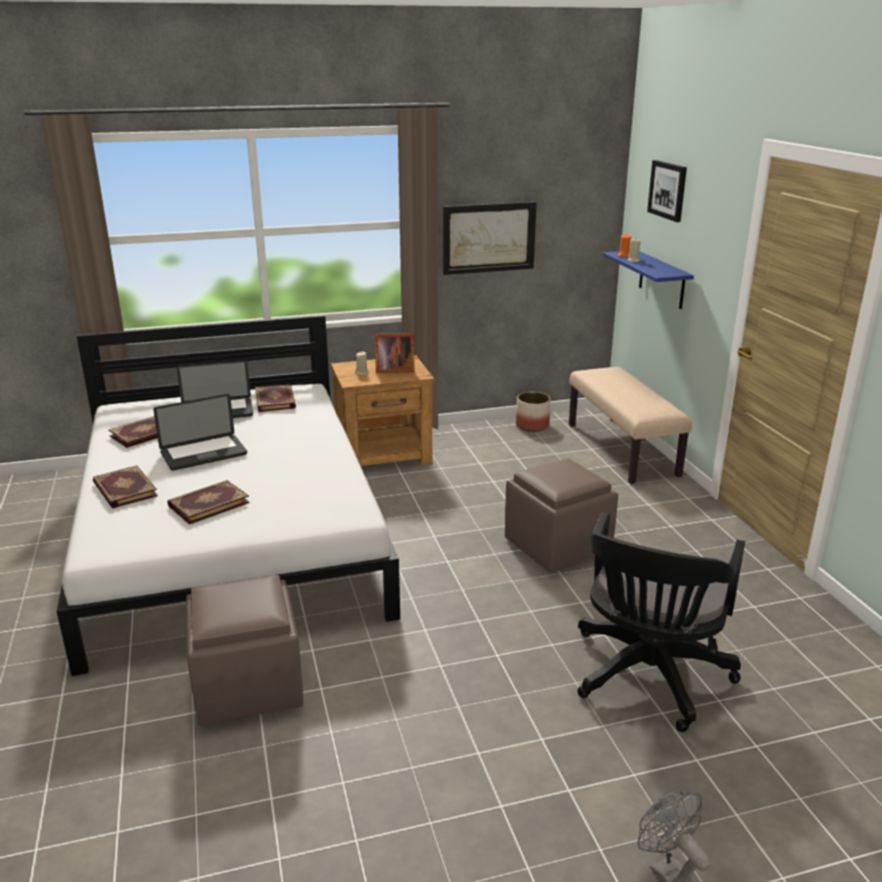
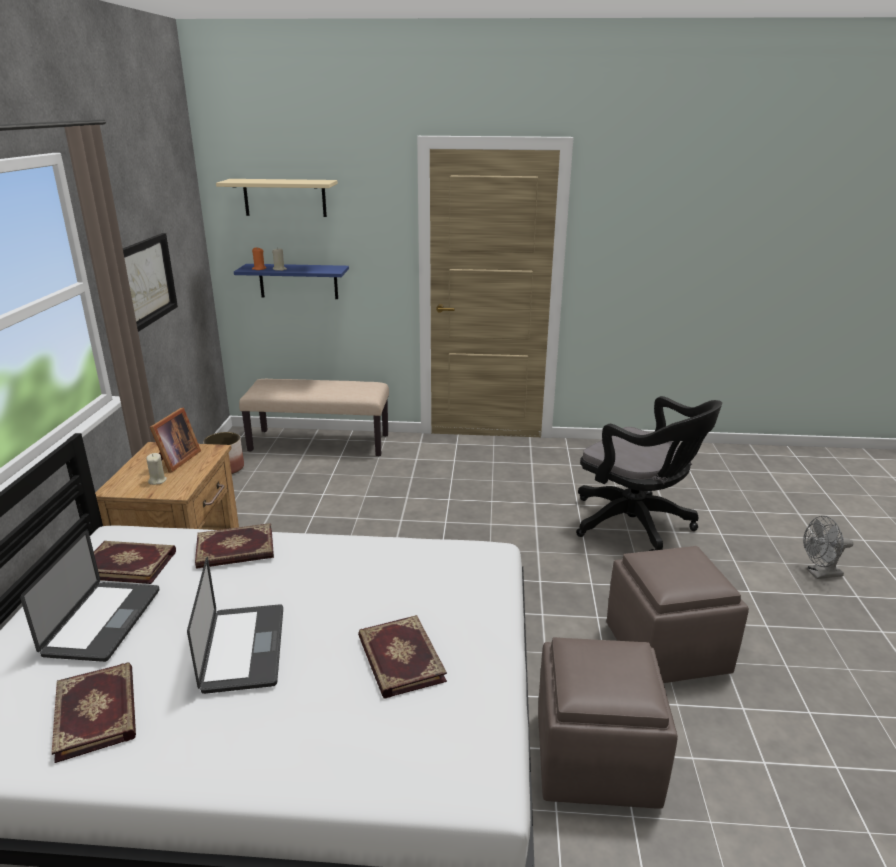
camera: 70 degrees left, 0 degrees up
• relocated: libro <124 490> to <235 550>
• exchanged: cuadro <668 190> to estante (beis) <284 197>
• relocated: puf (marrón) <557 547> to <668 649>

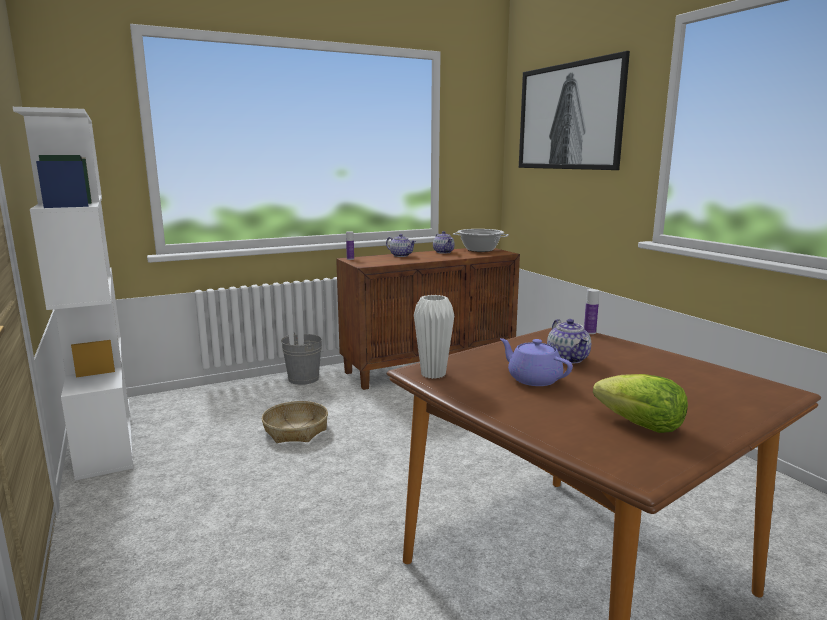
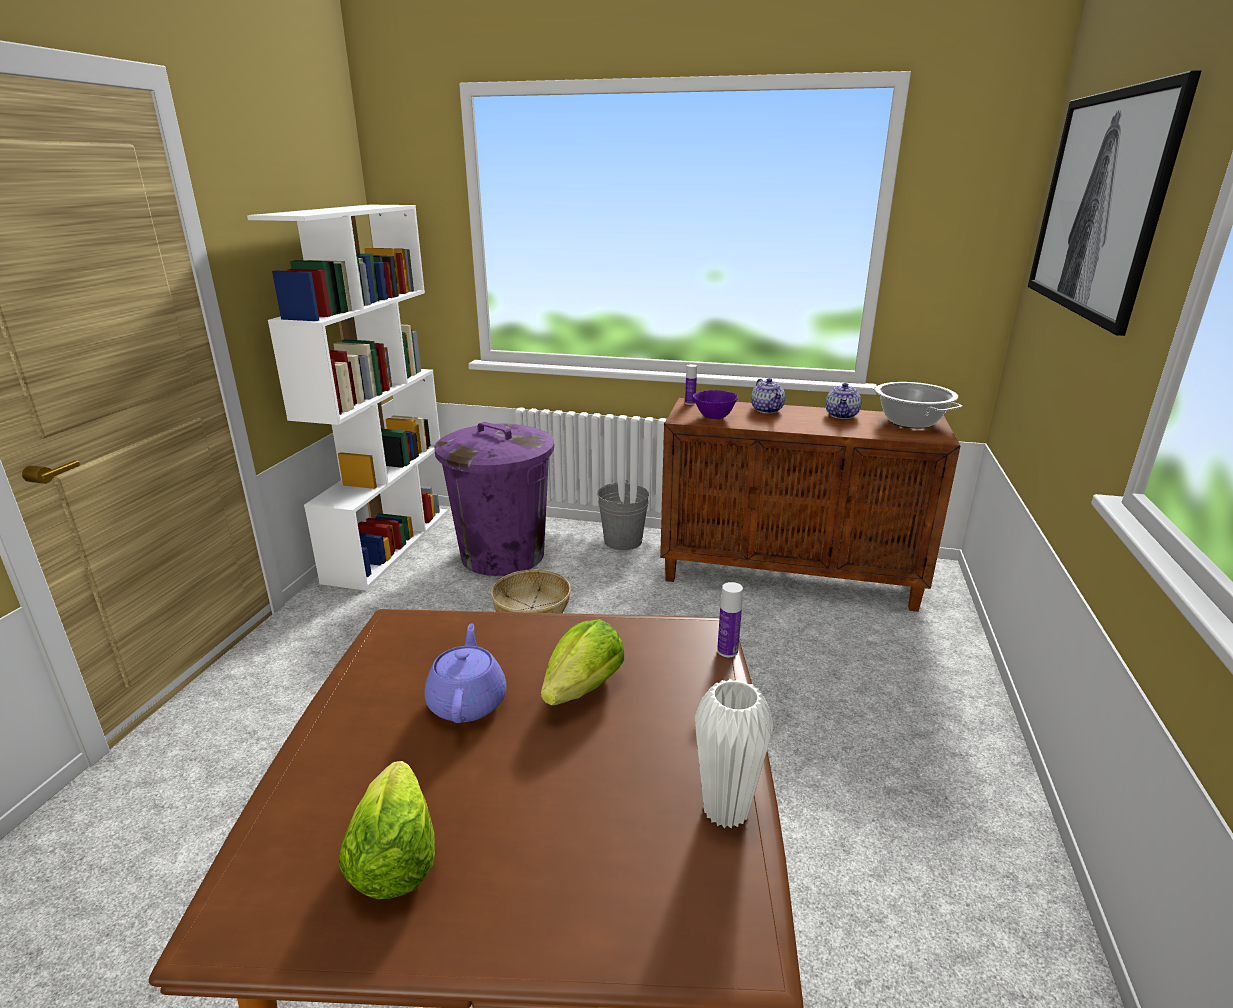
camera: 40 degrees right, 10 degrees up
• appeared: papelera (morado) <503 554>
• exchanged: tetera <568 359> to lechuga <584 688>
• appeared: cuenco (morado) <713 417>
• relocated: florero (blanco) <433 374> to <726 810>

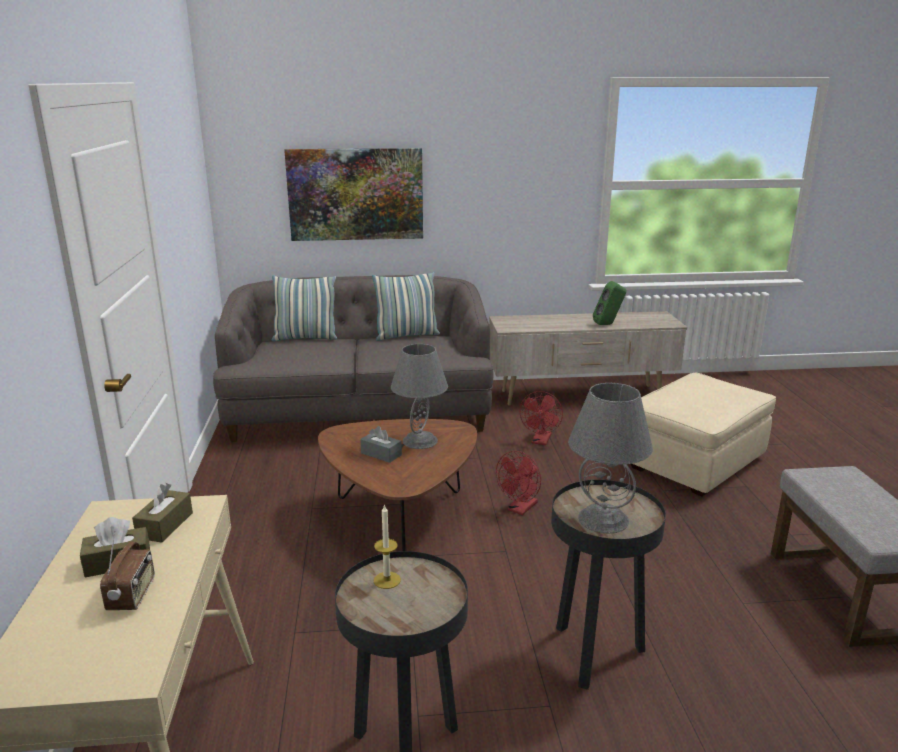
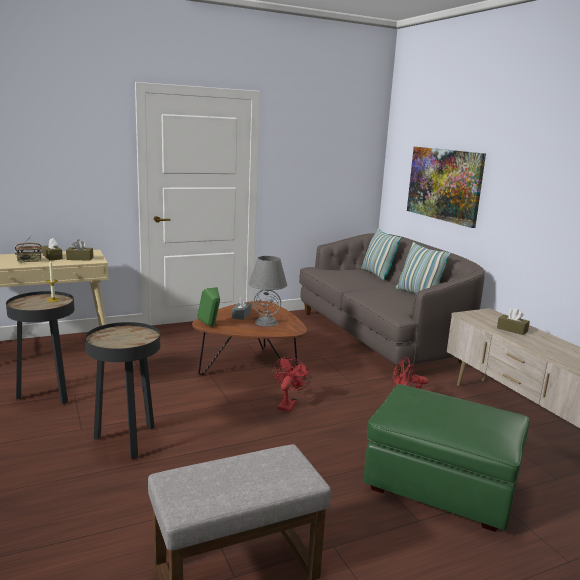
camera: 70 degrees right, 5 degrees down
• relocated: altavoz (verde) <608 324> to <210 326>
• spun: ventilador (rojo) <520 509> = <288 404> 90 degrees clockwise
• colour: puf (beis) <694 463> to puf (verde) <441 486>
• appeared: caja de pañuelos (marrón) <512 330>
• missing: lámpara de mesa (gris) <604 519>

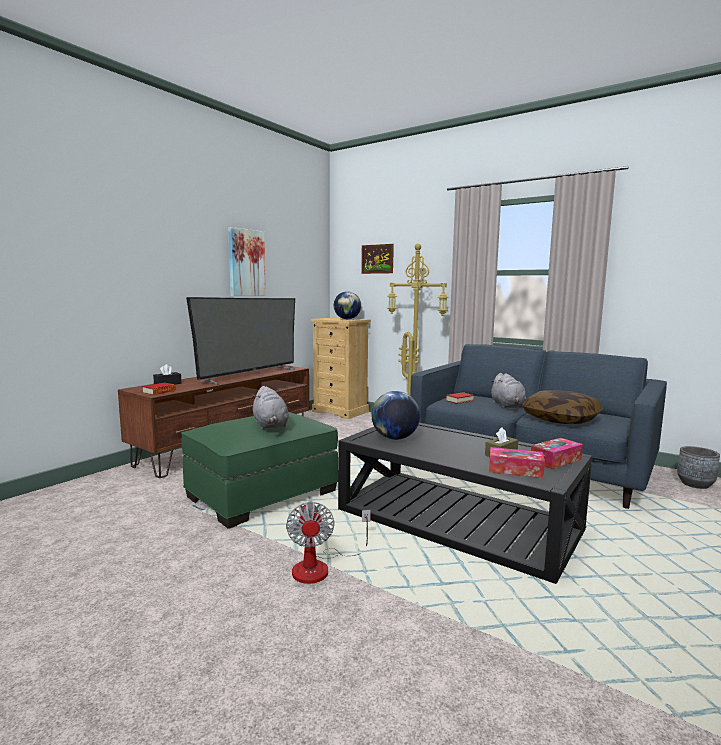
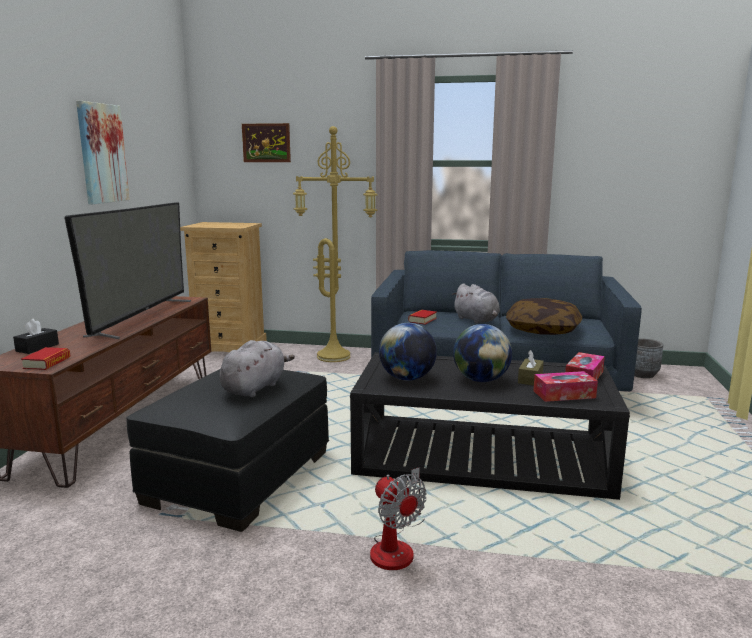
camera: 25 degrees left, 5 degrees up
• colour: puf (verde) <263 493> to puf (negro) <240 476>
• spun: peluche (gris) <270 425> = <255 387> 105 degrees counterclockwise
• relocated: globo terráqueo <347 319> to <481 380>

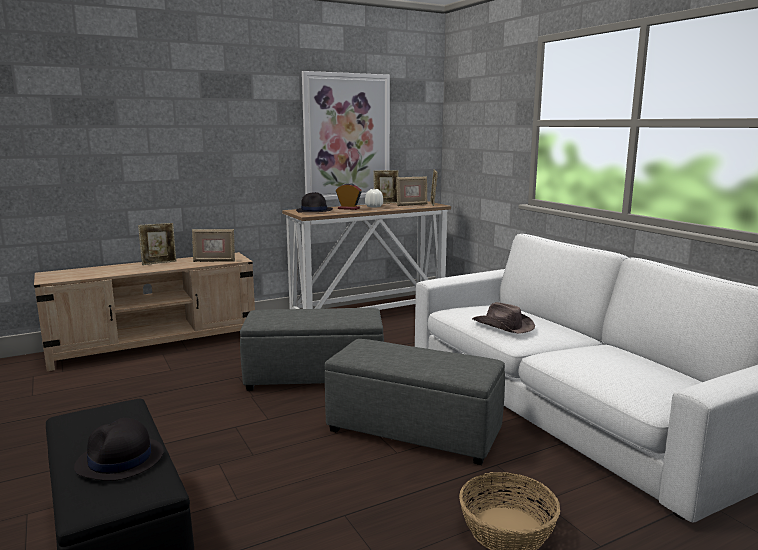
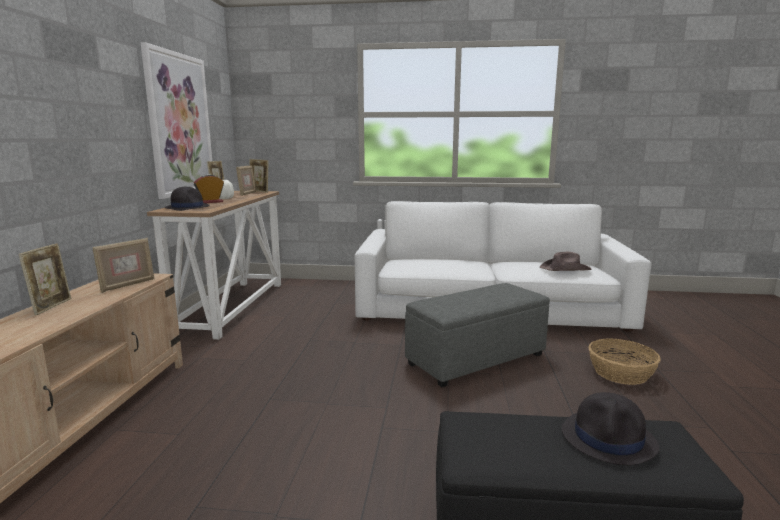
camera: 55 degrees left, 0 degrees up
• relocated: sombrero (marrón) <503 326> to <565 269>
• missing: puf (gris) <316 377>

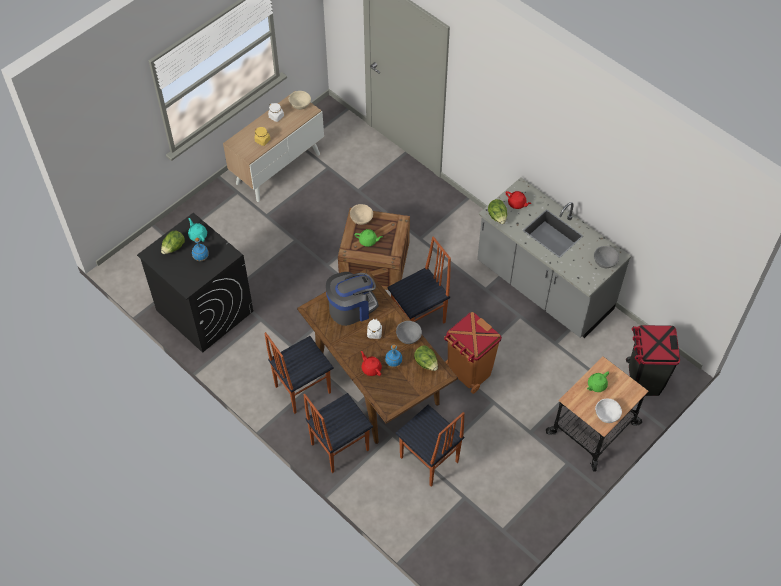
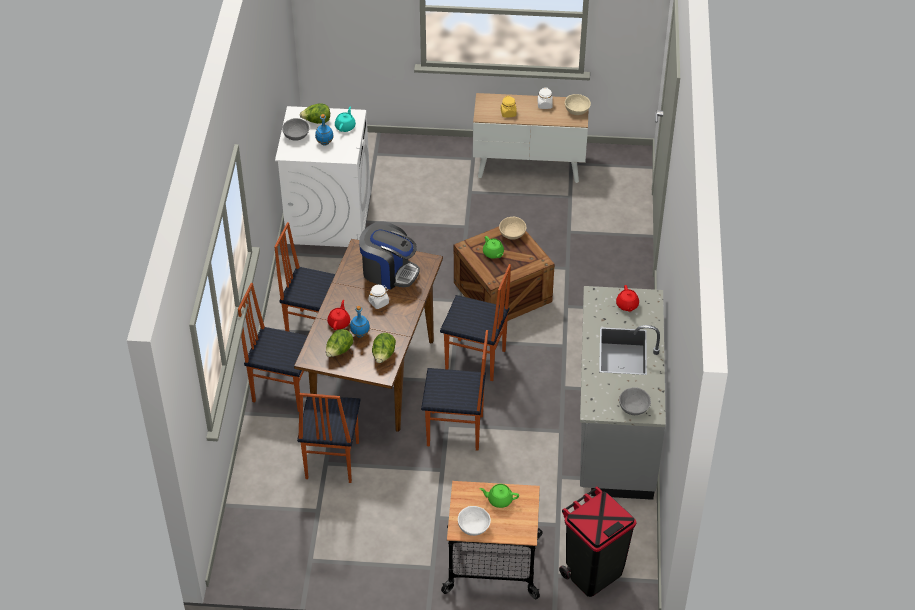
camera: 50 degrees right, 10 degrees down
• colour: lavadora (negro) <204 310> to lavadora (blanco) <329 217>
• relocated: cuenco (gris) <408 337> to <296 135>
• relocated: lechuga <497 217> to <339 351>
• exchanged: papelera (naranja) <468 372> to silla <455 431>

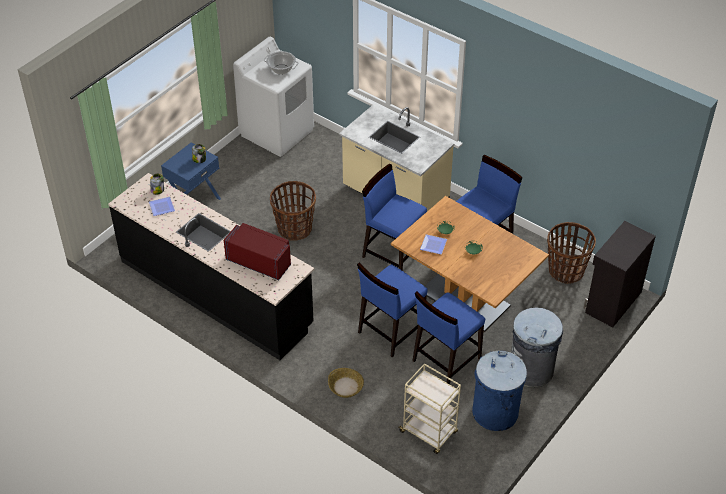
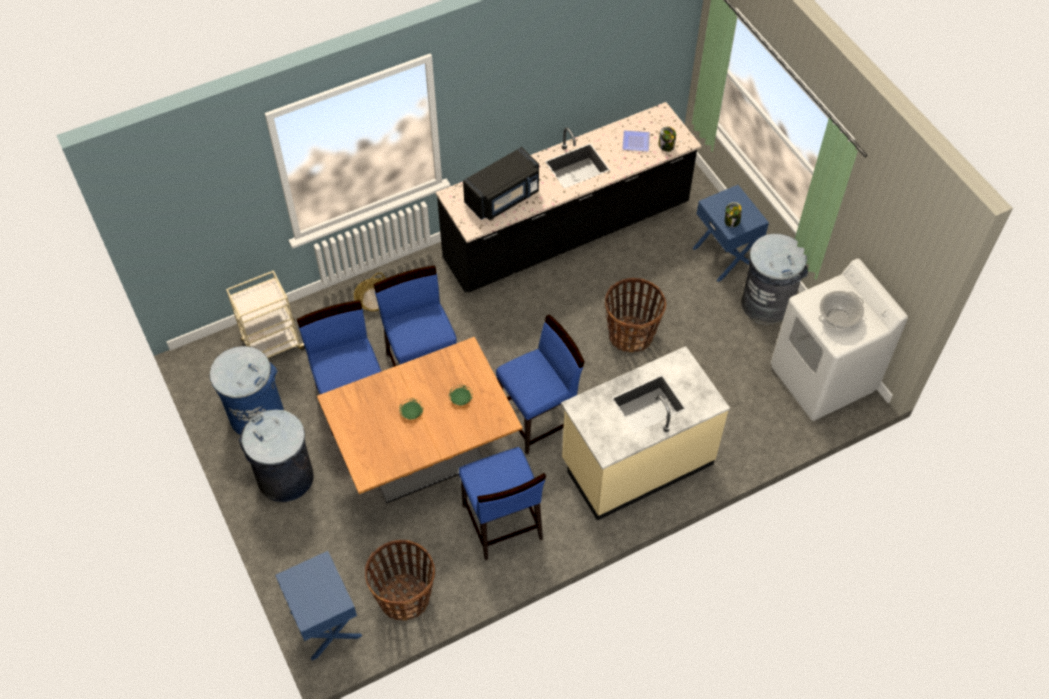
camera: 115 degrees right, 10 degrees up
• exchanged: armario (negro) <612 302> to mesita de noche (azul) <325 624>
• colour: microondas (rojo) <259 262> to microondas (negro) <503 197>
• appeared: papelera (gris) <766 303>
• missing: plato <433 244>

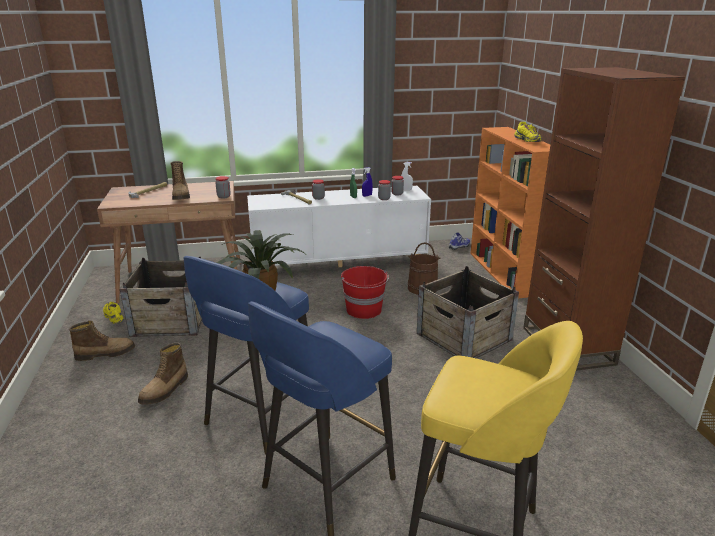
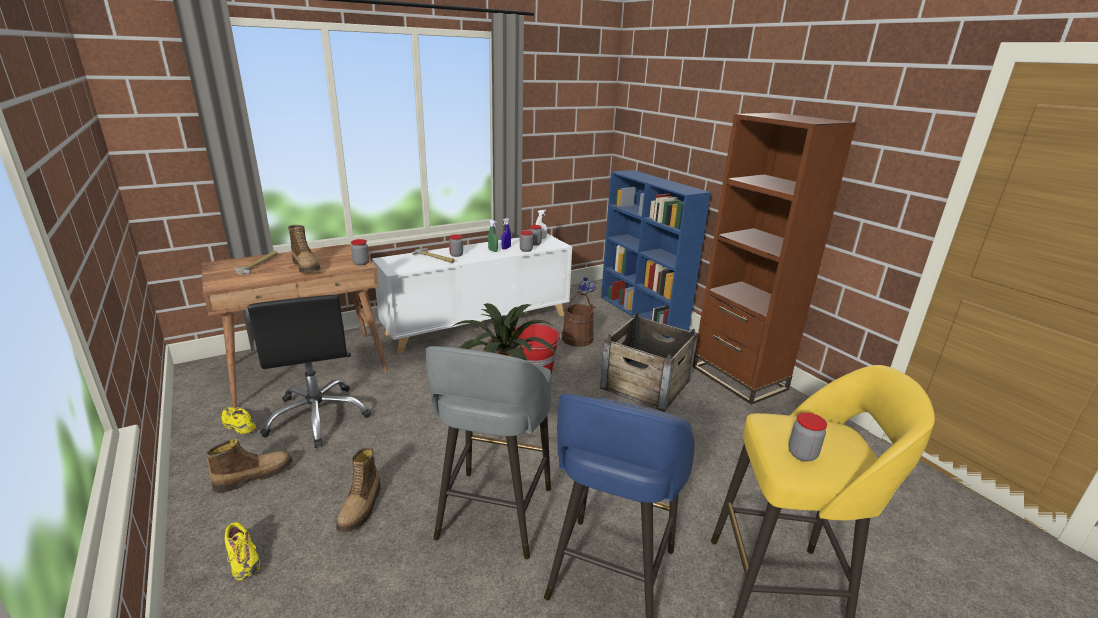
camera: 20 degrees left, 0 degrees up
• relocated: zapato (amarillo) <527 141> to <243 560>
• exchanged: caja de embalaje <171 319> to silla de oficina (negro) <318 417>
• colour: taburete (azul) <259 417> to taburete (gris) <493 515>
• colour: estantería (naranja) <504 273> to estantería (azul) <643 314>
• appeared: tarro <802 454>

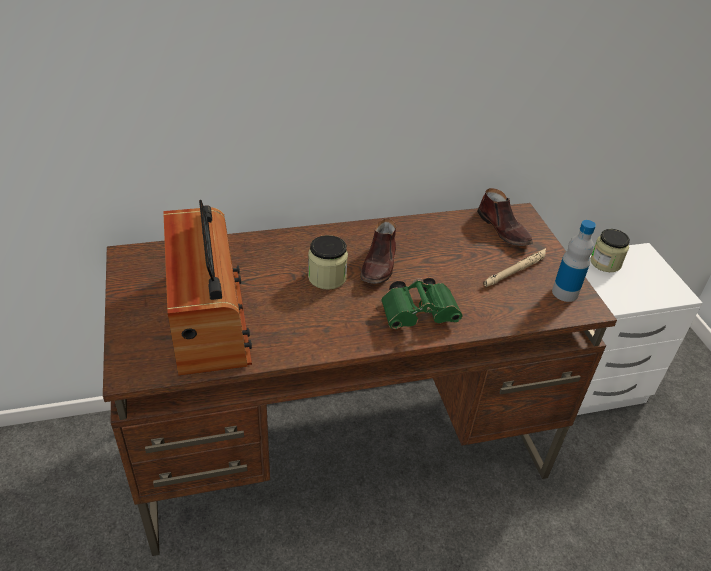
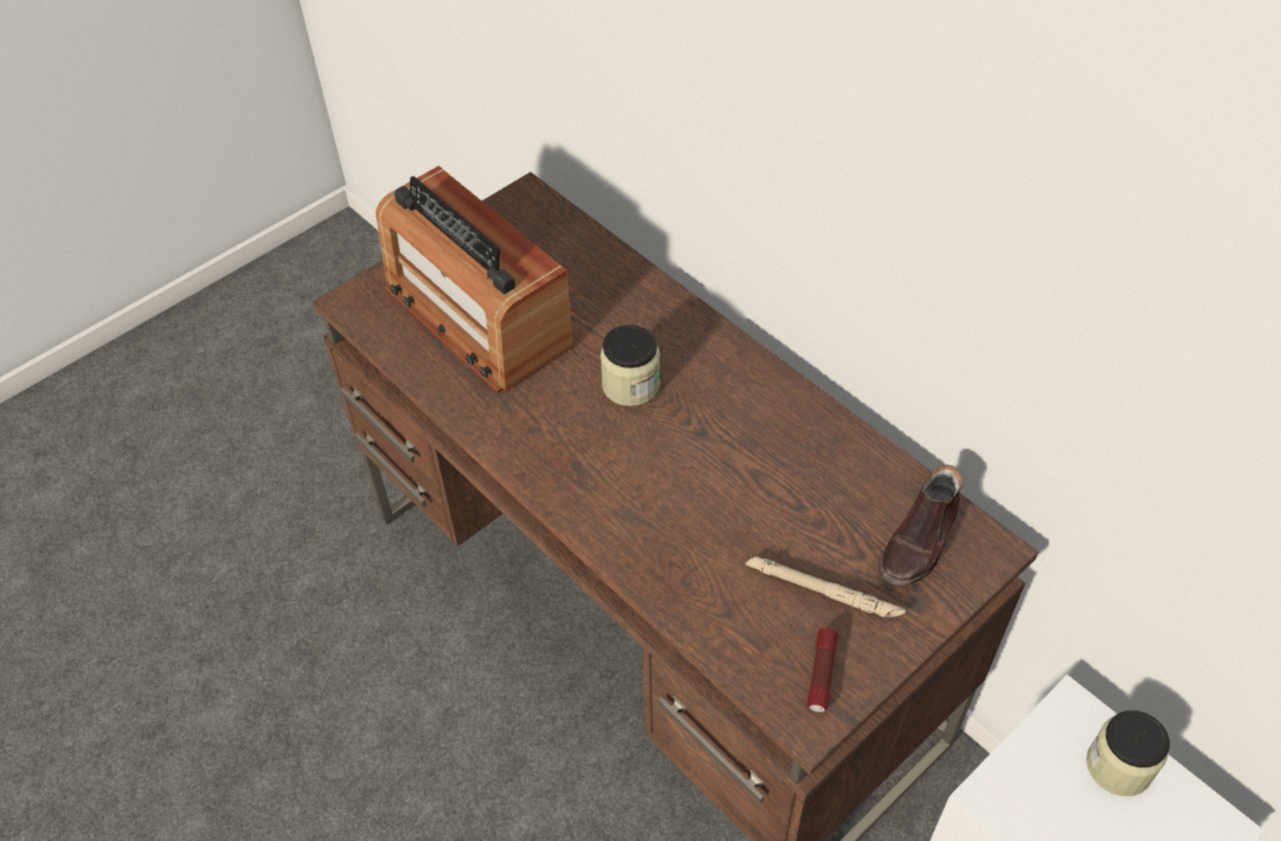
camera: 65 degrees right, 10 degrees up
• spun: radio <208 317> = <477 316> 90 degrees clockwise
• exchanged: botella <565 293> to linterna <821 675>
• missing: zapato (marrón) <379 264>
• missing: prismáticos (verde) <420 314>

